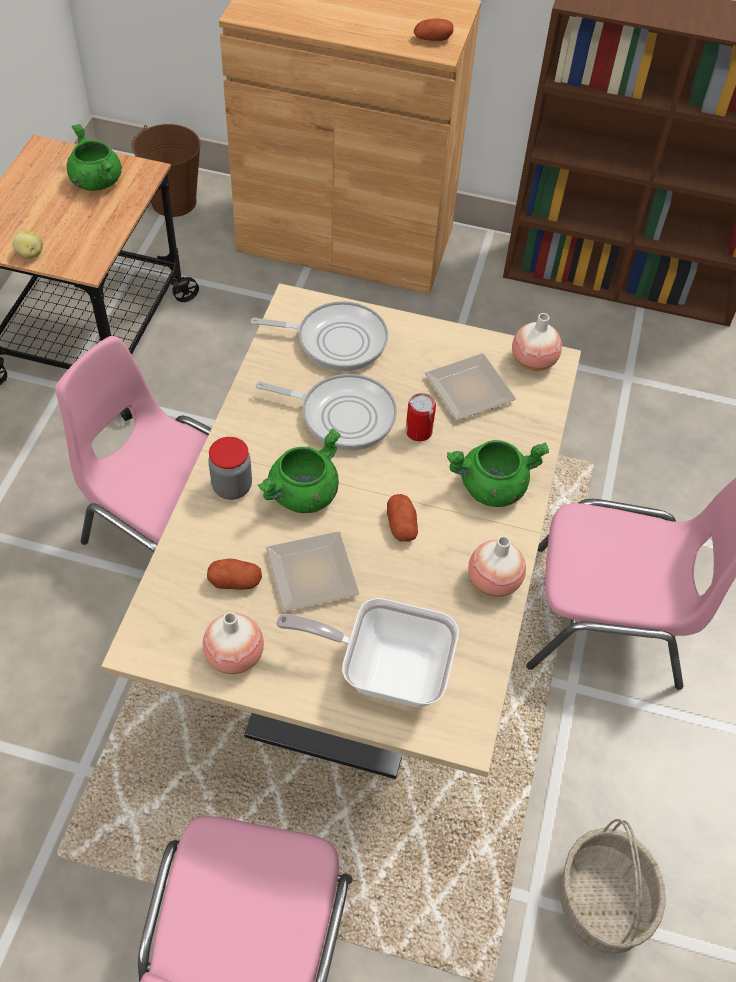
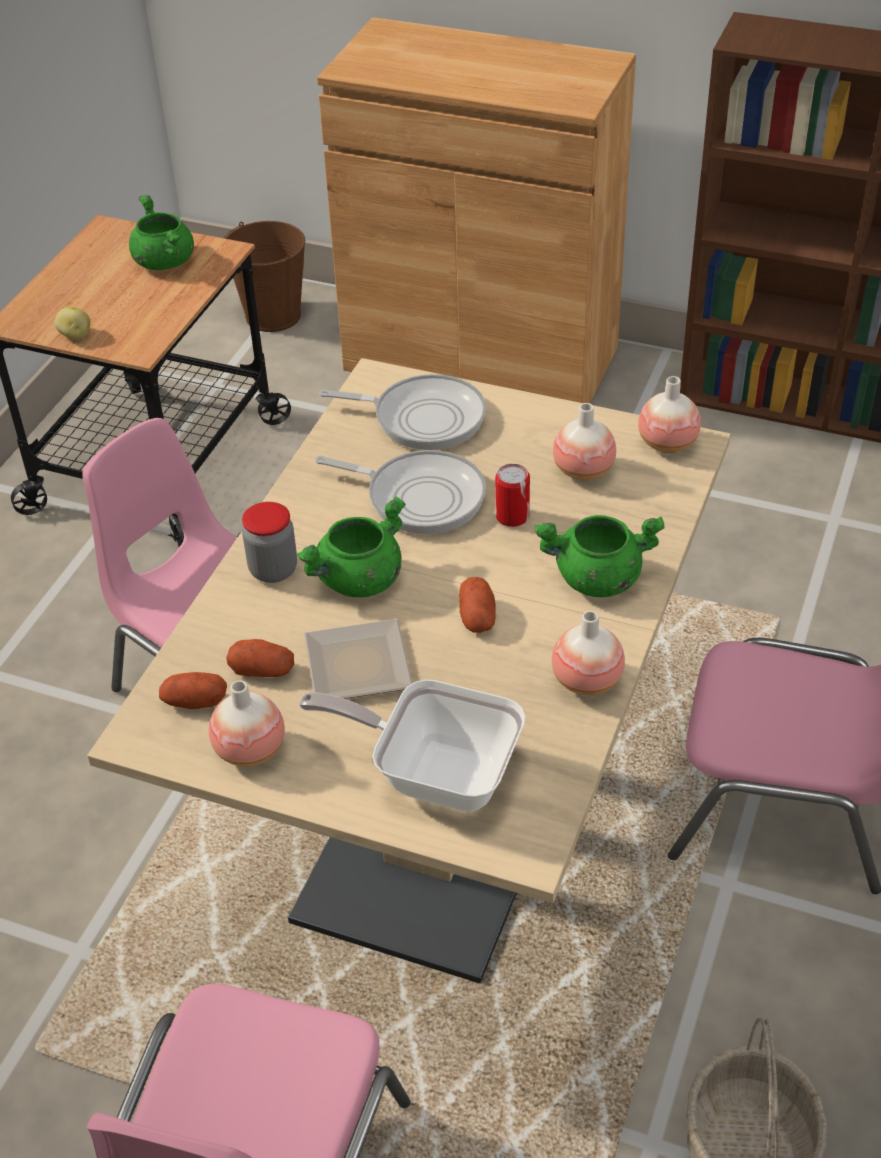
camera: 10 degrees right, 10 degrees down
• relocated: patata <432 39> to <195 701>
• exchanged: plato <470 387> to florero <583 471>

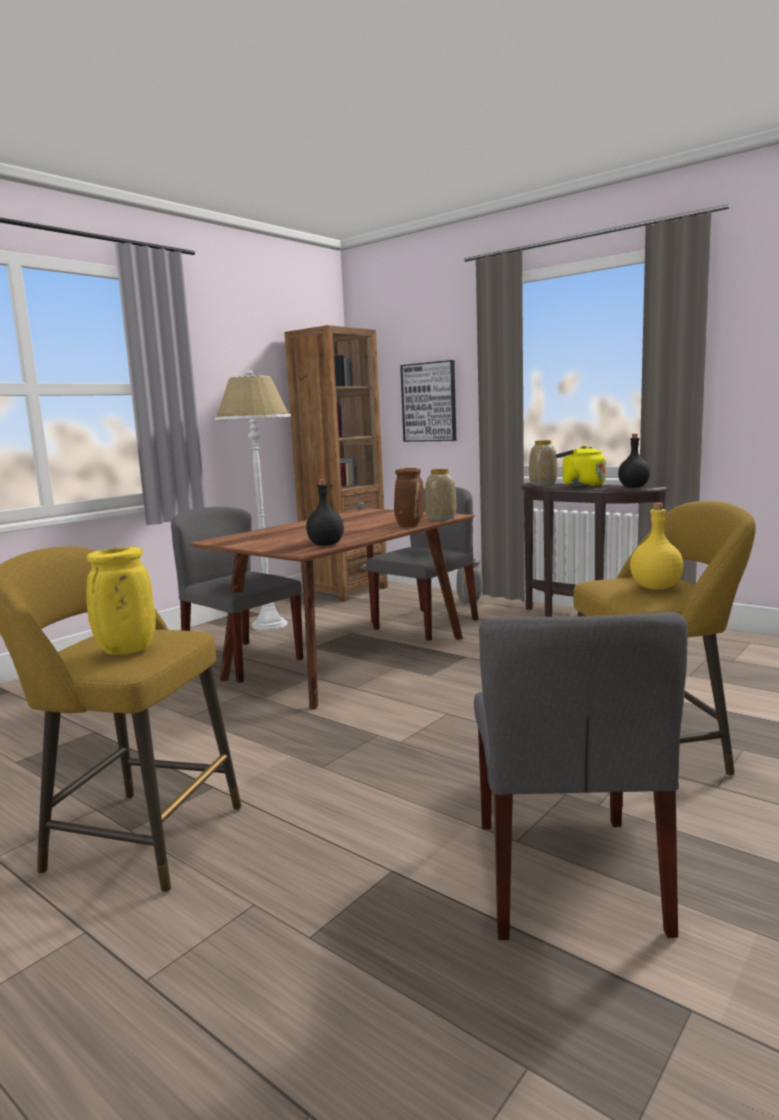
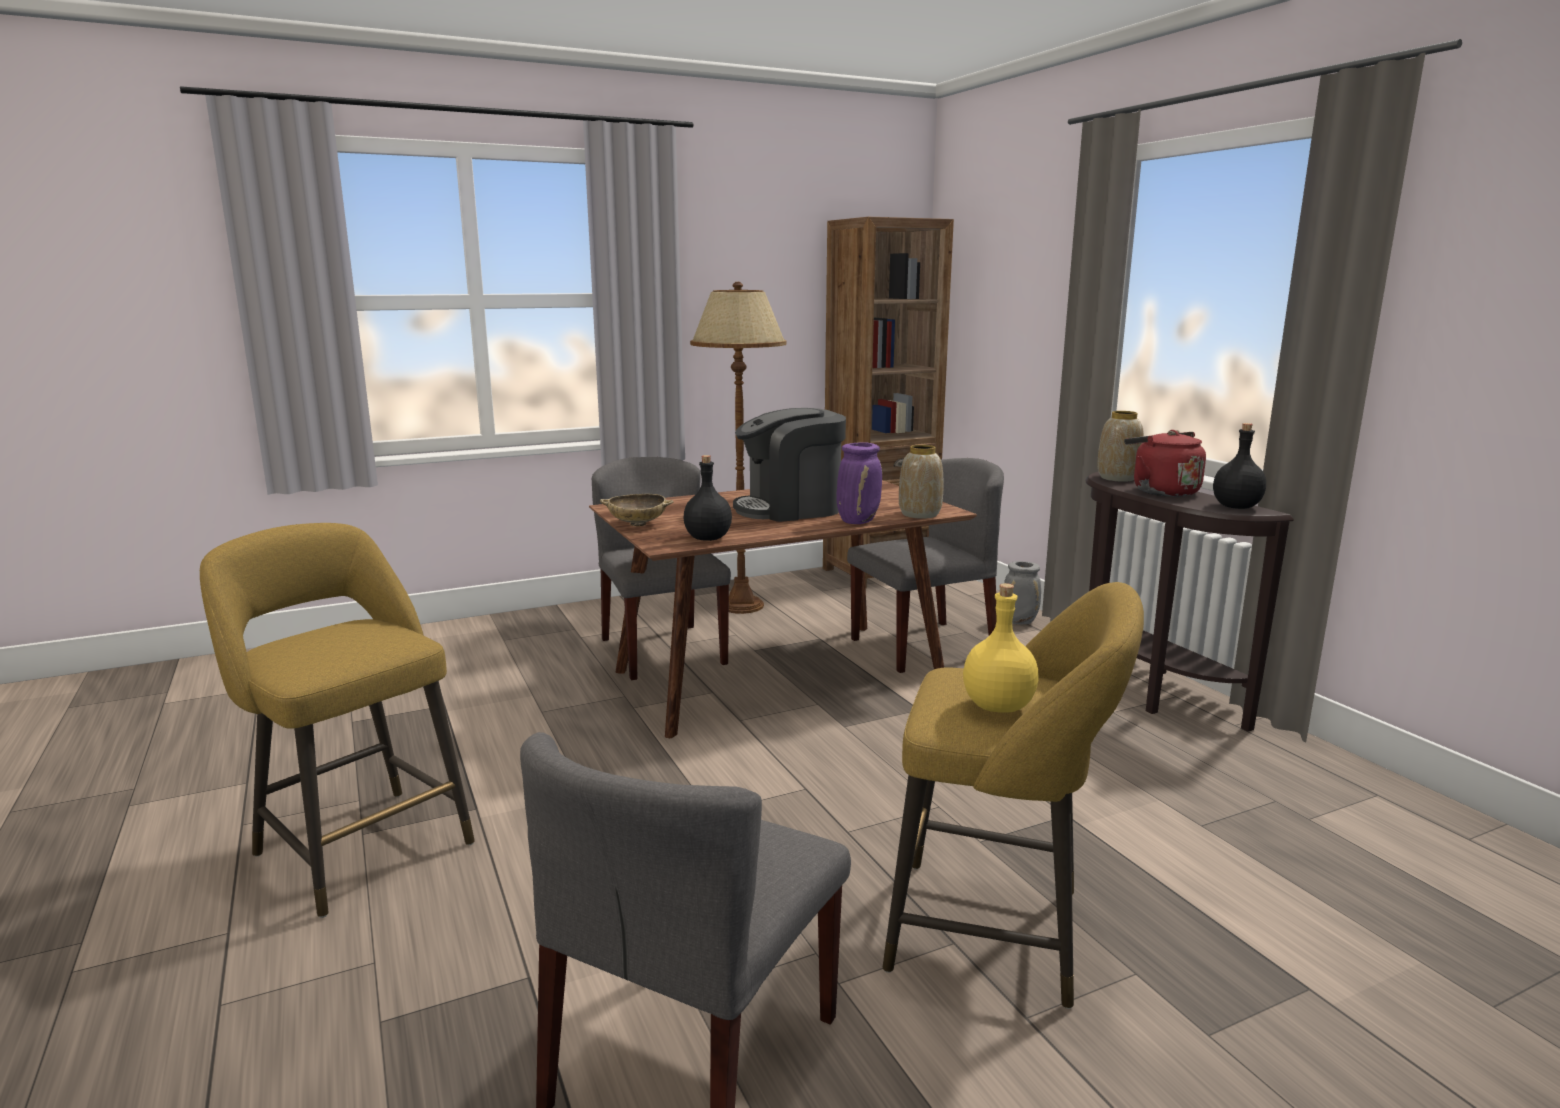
camera: 25 degrees right, 5 degrees up
• appeared: cuenco (beis) <638 524>
• colour: lámpara de pie (blanco) <270 625> to lámpara de pie (marrón) <742 606>
• appeared: cafetera <790 509>
• colour: florero (marrón) <409 525> to florero (morado) <858 521>
• colour: hervidor (amarillo) <580 486> to hervidor (rojo) <1161 491>
• missing: florero (amarillo) <125 651>
• missing: cuadro <429 402>

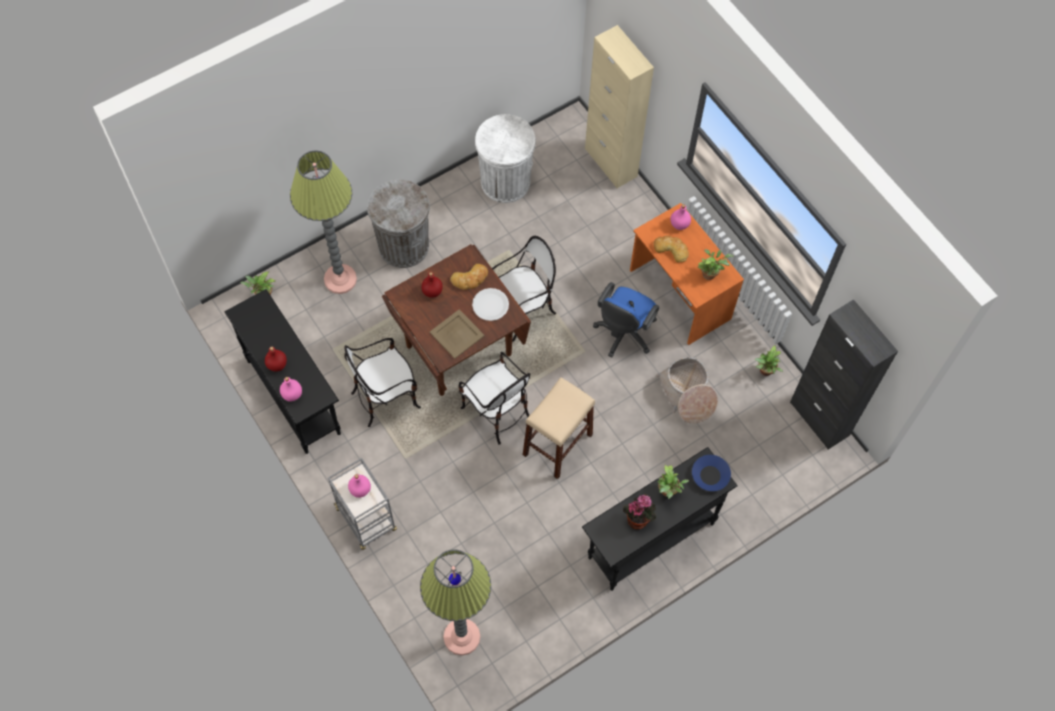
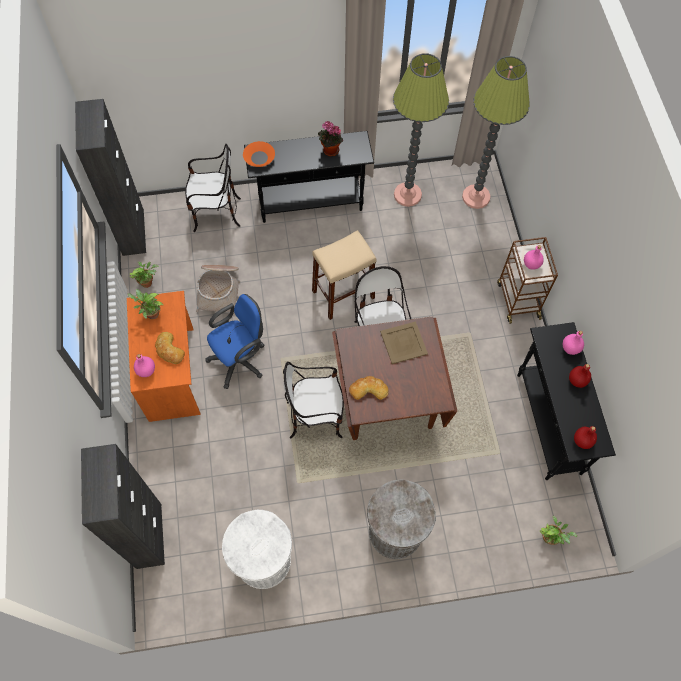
camera: 155 degrees left, 0 degrees up
• colour: armario (beis) <611 162> to armario (negro) <149 535>
• relocated: silla <386 397> to <216 213>
• colour: cuenco (azul) <710 475> to cuenco (naranja) <259 157>
• relocated: lámpara de pie <340 279> to <407 195>
• colour: carrito (gris) <366 519> to carrito (marrón) <517 299>
• relocated: botella (rojo) <432 291> to <582 440>
• missing: plato (blanco) <490 305>
• missing: planta en maceta <668 492>

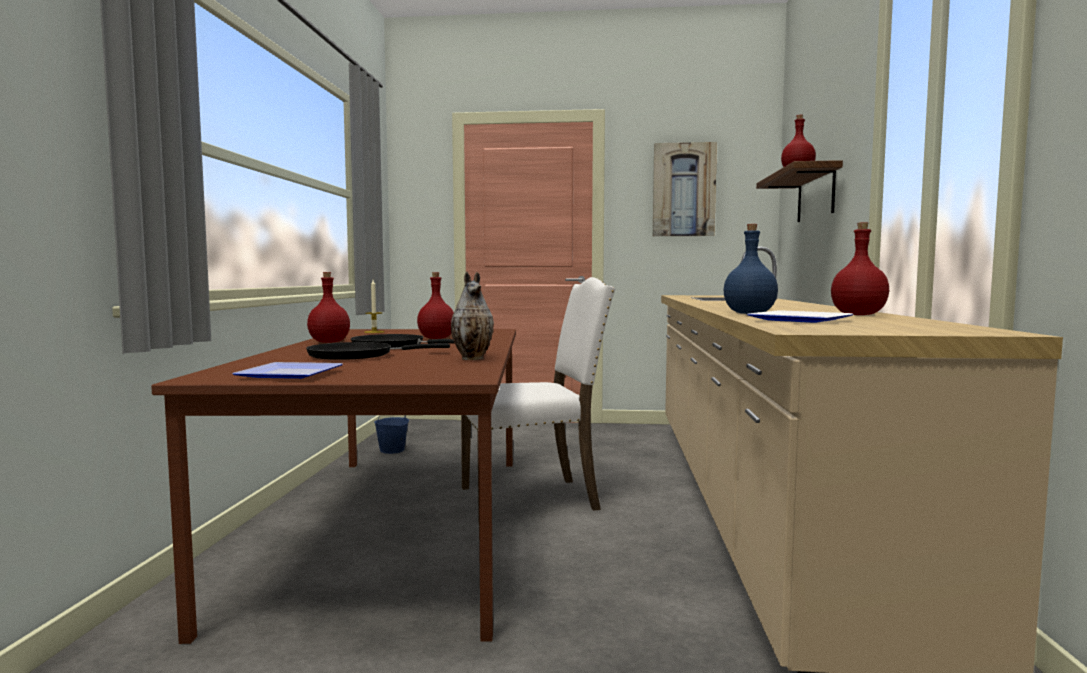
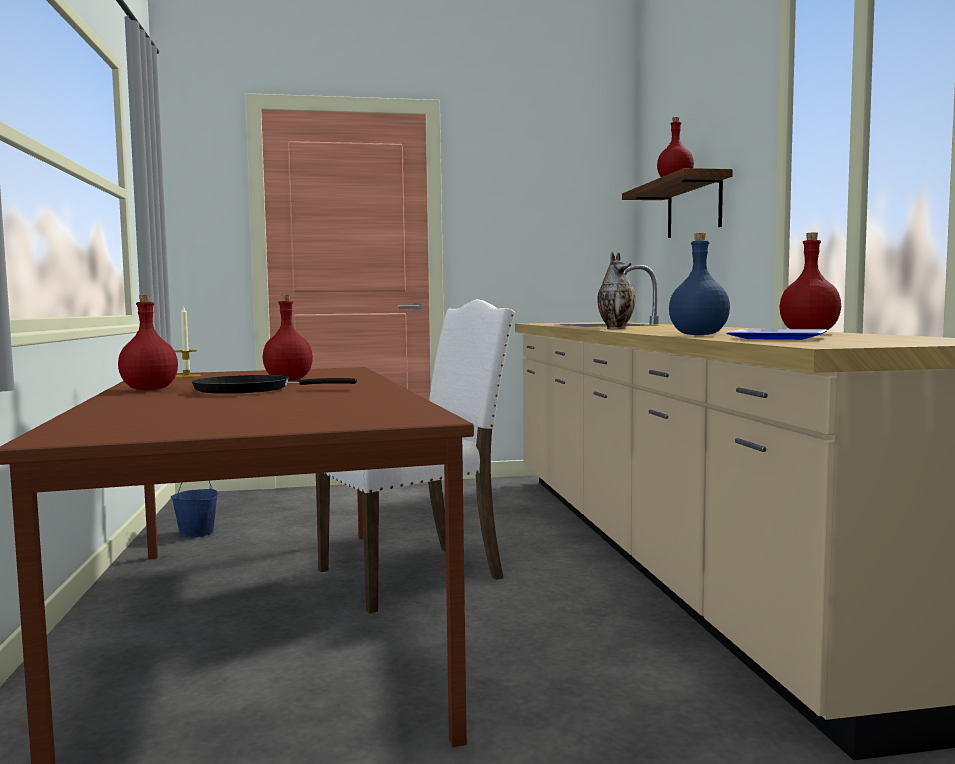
camera: 15 degrees left, 0 degrees up
• relocated: florero <473 358> to <616 328>
• missing: plato <289 374>
• missing: sartén (negro) <357 356>
• missing: cuadro <683 190>

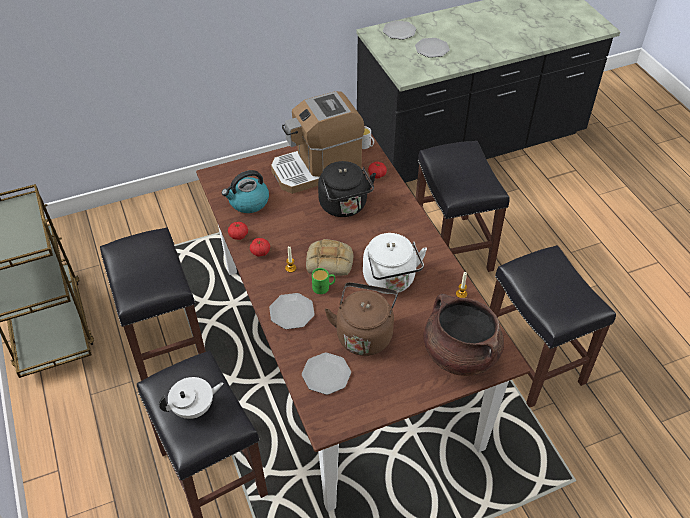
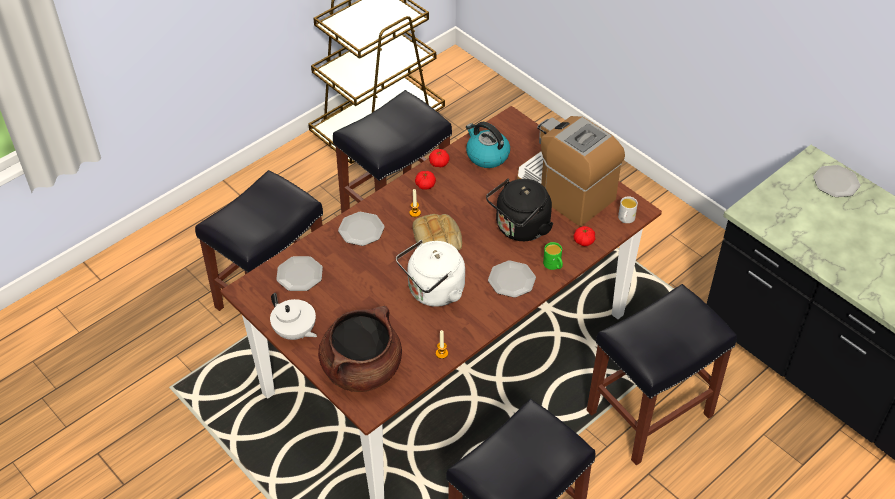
camera: 70 degrees right, 0 degrees up
• relocated: tetera (blanco) <194 408> to <295 332>
• relocated: plato <432 49> to <512 280>
• relocated: taza grande (verde) <323 287> to <553 265>
• missing: hervidor (marrón) <364 333>

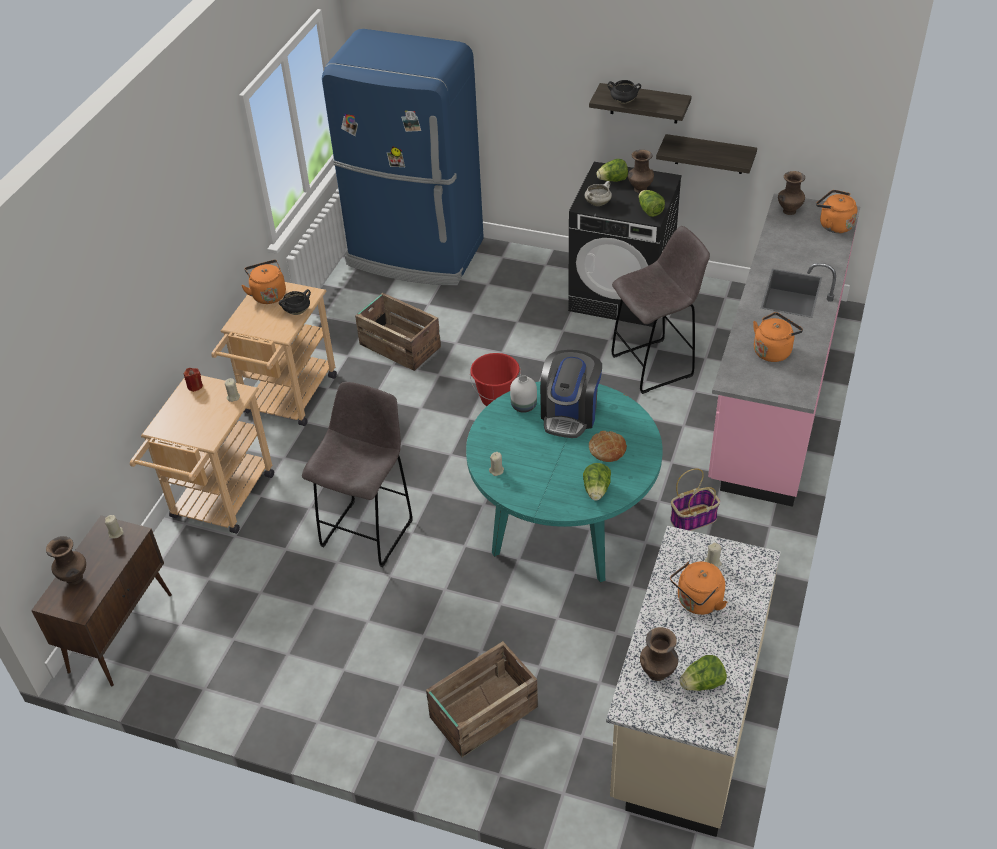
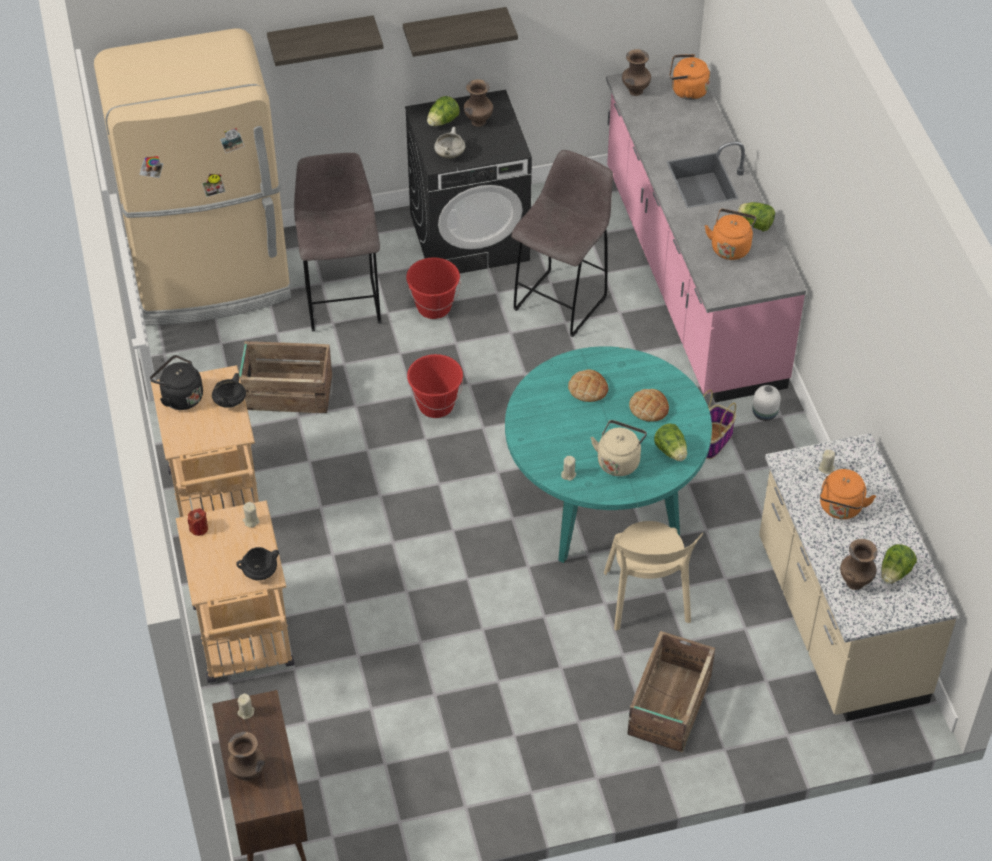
camera: 35 degrees left, 5 degrees up
• colour: nevera (azul) <415 254> to nevera (beis) <212 280>
• colour: hervidor (naranja) <268 294> to hervidor (negro) <180 397>
• relocated: olla (negro) <623 101> to <259 572>
• relocated: estante <709 154> to <321 38>
• relocated: taburete (gris) <369 531> to <342 301>
• appeared: cubo (rojo) <434 307>
• exchanged: cafetera <570 413> to pan <588 388>
• appeared: hervidor (beis) <619 460>
• appeared: silla (beis) <647 600>
• relocated: lechuga <649 211> to <755 224>
• relocated: florero (blanco) <524 406> to <765 414>

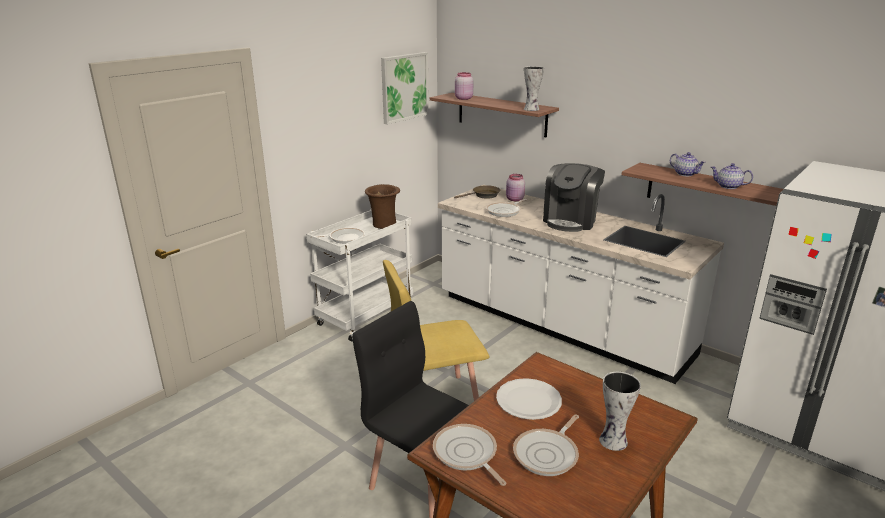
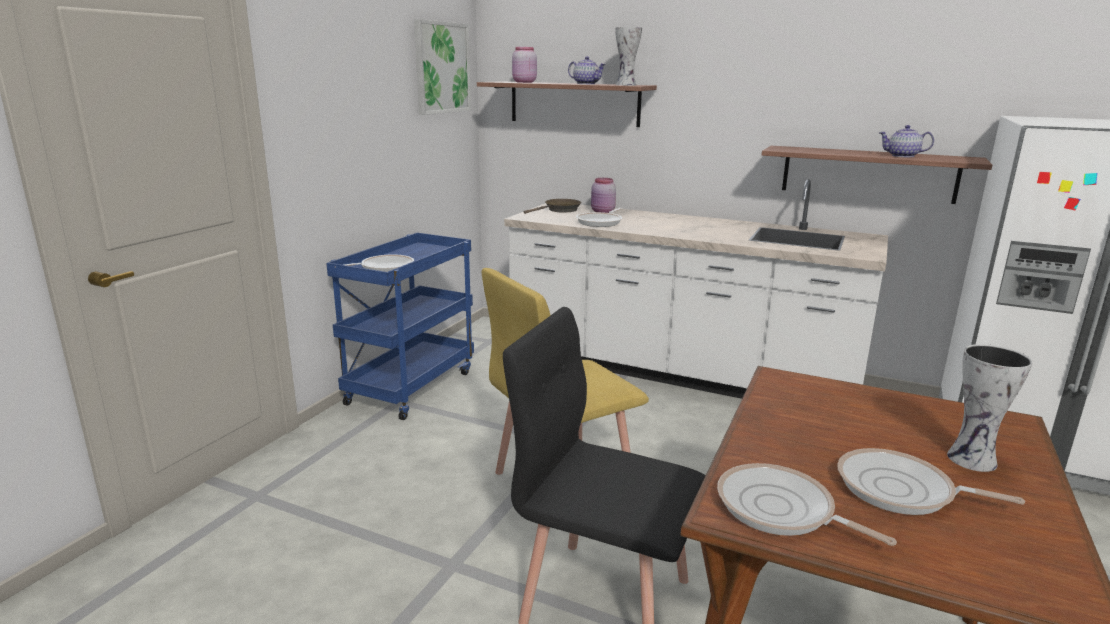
camera: 15 degrees left, 5 degrees down
• colour: carrito (blanco) <365 315> to carrito (azul) <411 386>
• relocated: tetera <685 174> to <586 84>
• spun: sartén <548 454> = <901 490> 90 degrees clockwise
• missing: florero (marrón) <384 225>
• missing: plato (blanco) <529 400>
• missing: cafetera <571 220>

